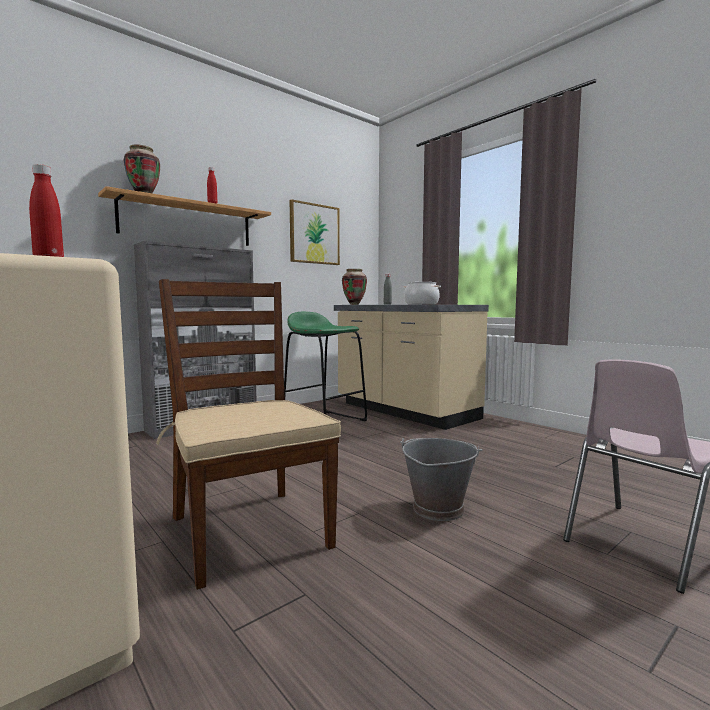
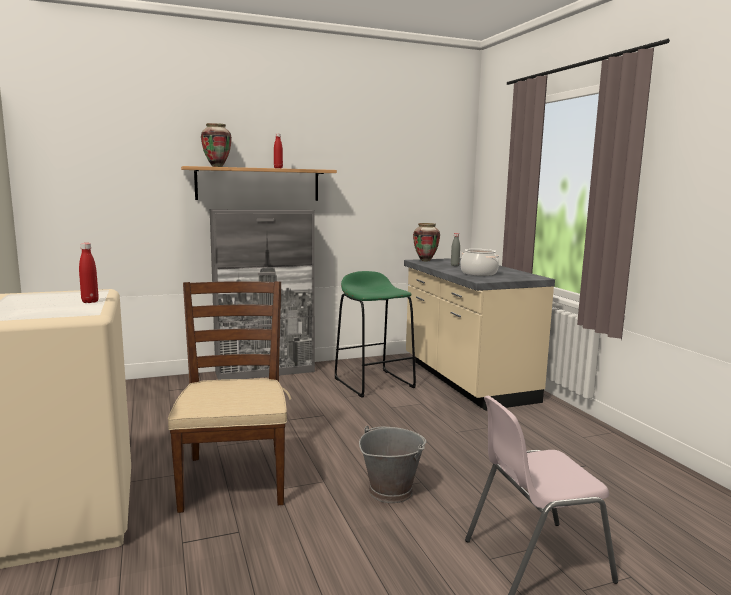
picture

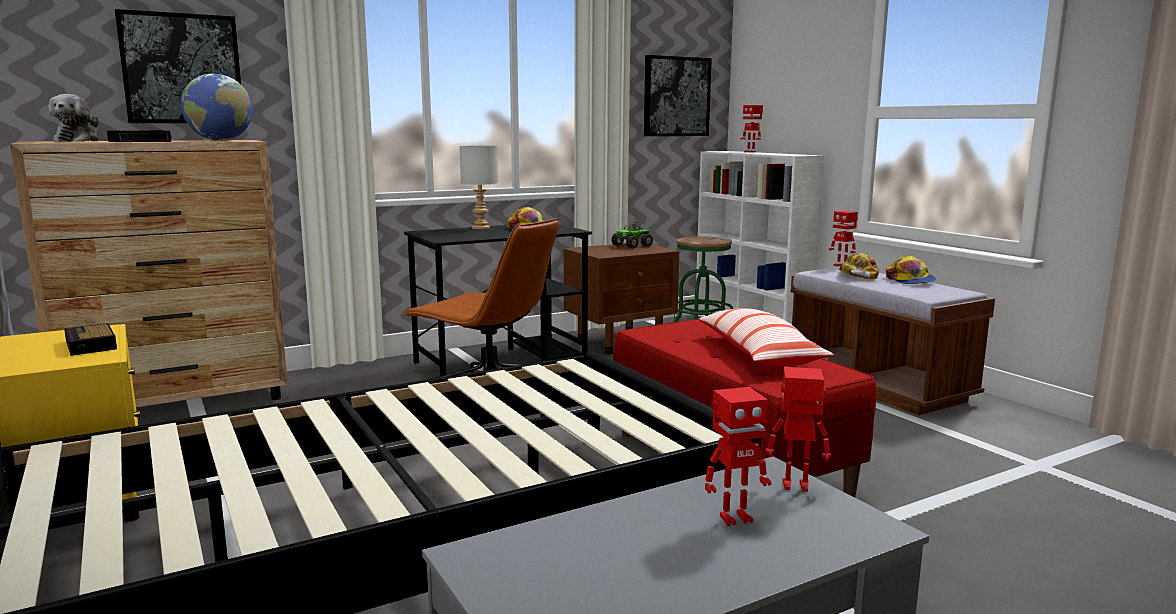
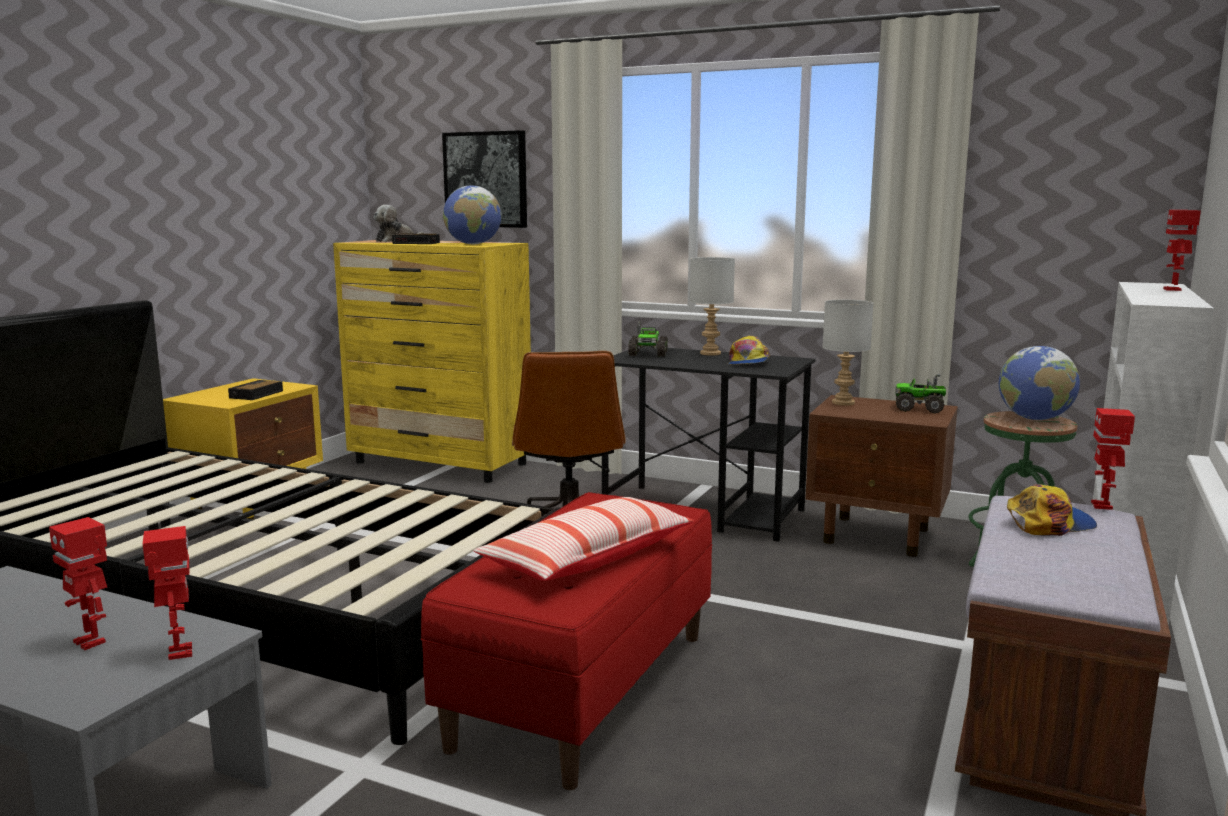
yellow dresser
picture (2nd from left in the first image)
cap (3rd from left in the first image)
toy truck (1st from left)
grey table lamp (2nd from left)
globe (2nd from left)

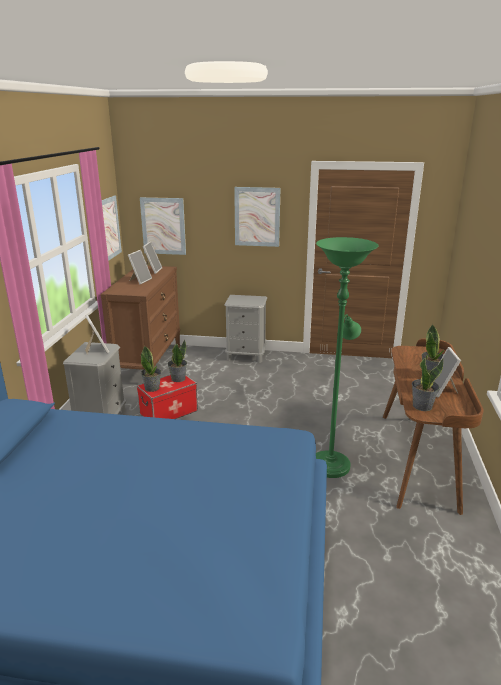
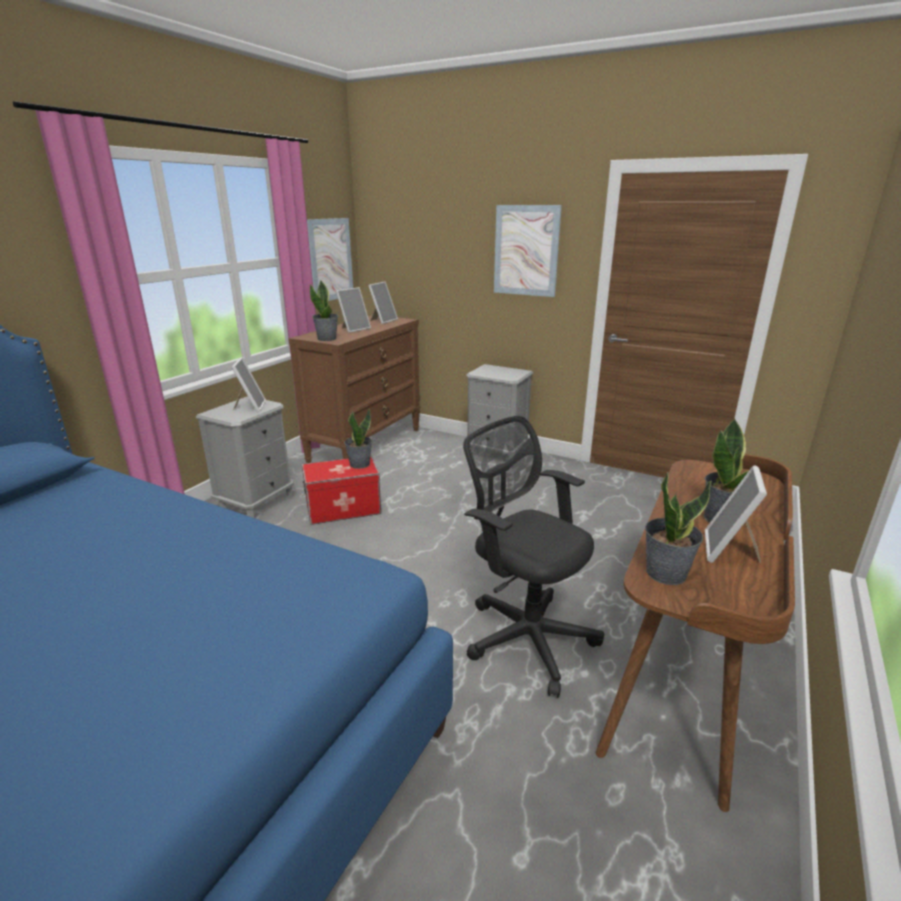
picture (2nd from left in the first image)
potted plant (1st from left)
black office chair

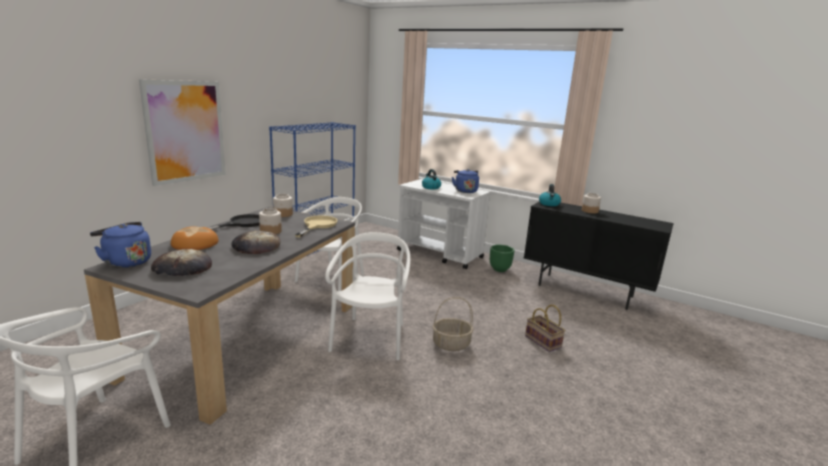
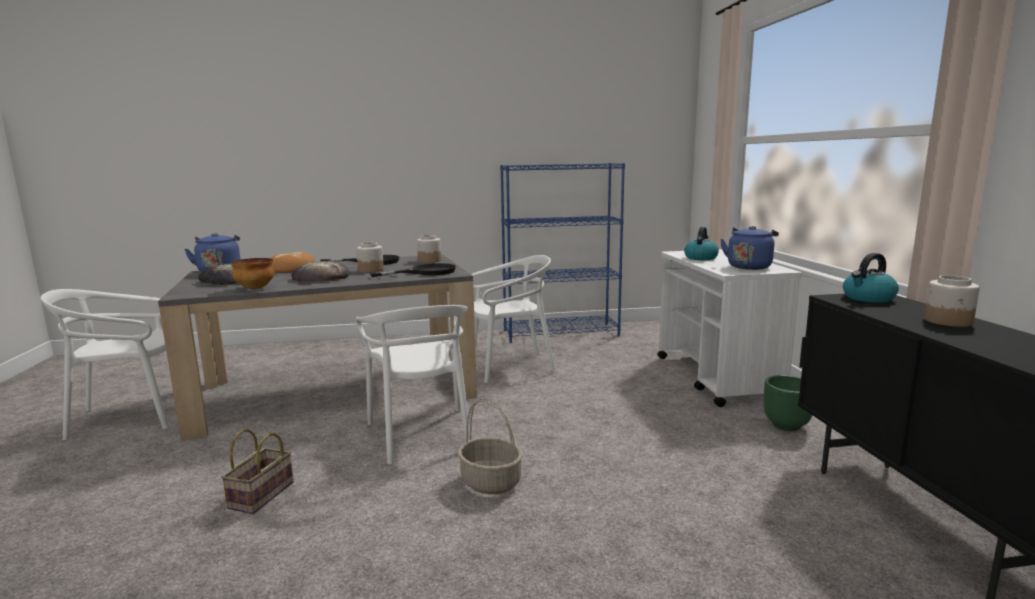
picture
black frying pan (2nd from left)
white chair (2nd from left)
basket (1st from left)
bowl

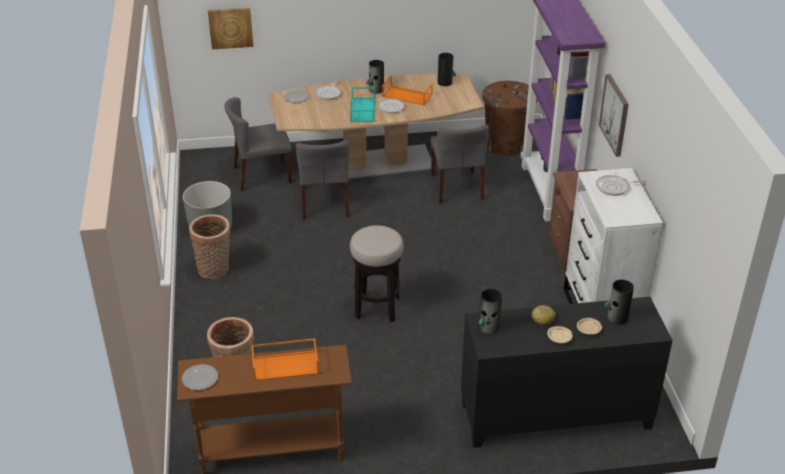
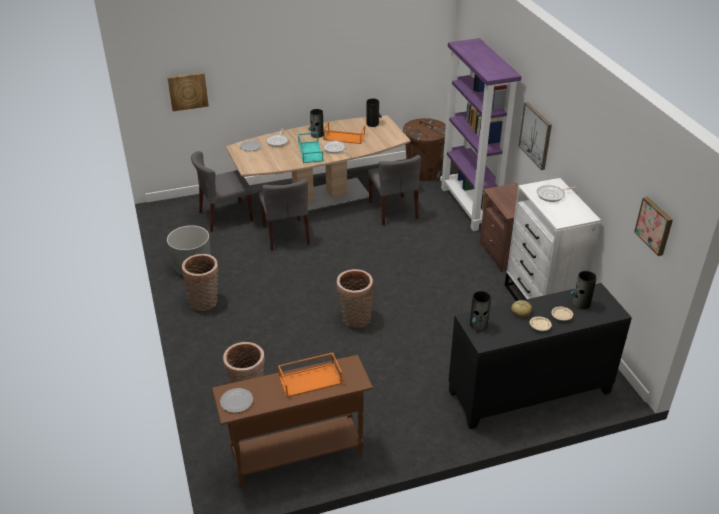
basket (3rd from left)
picture (3rd from left)

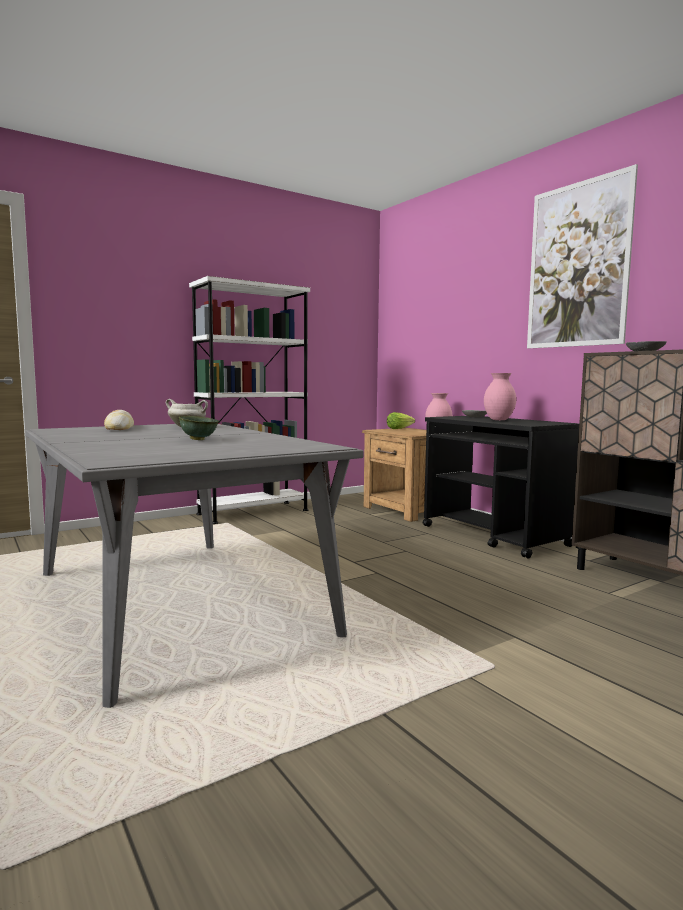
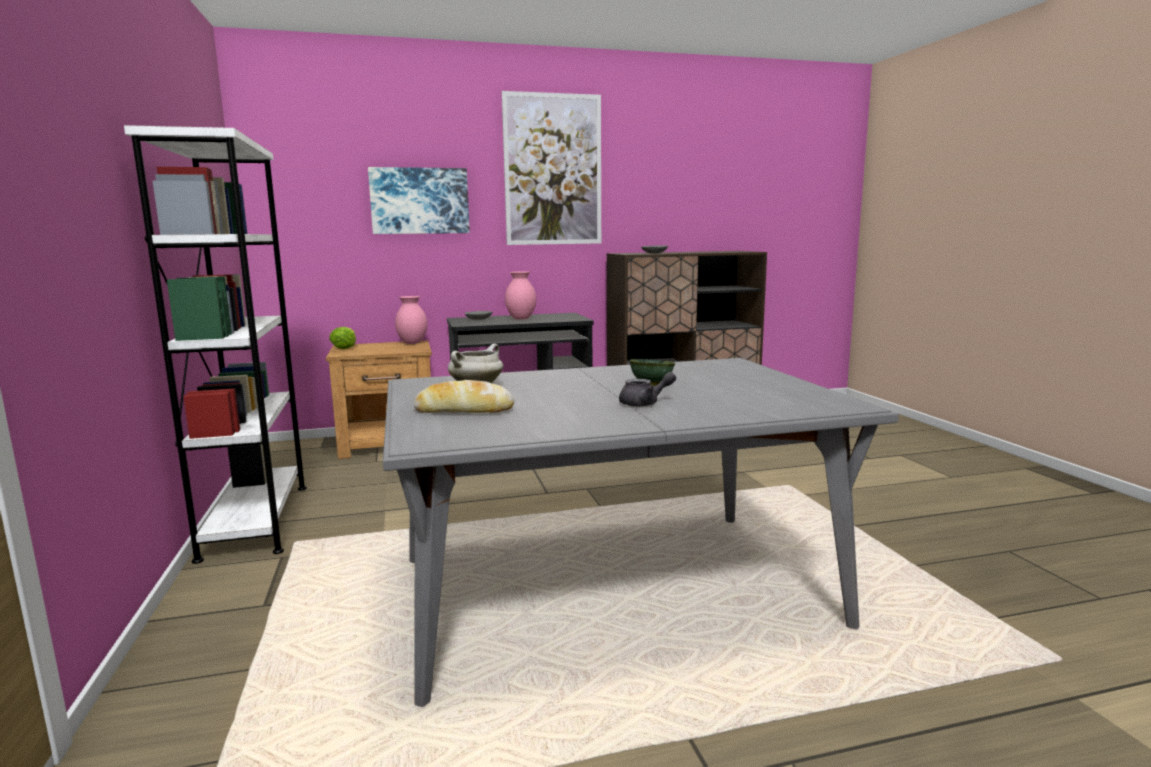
picture (1st from left)
grey teapot

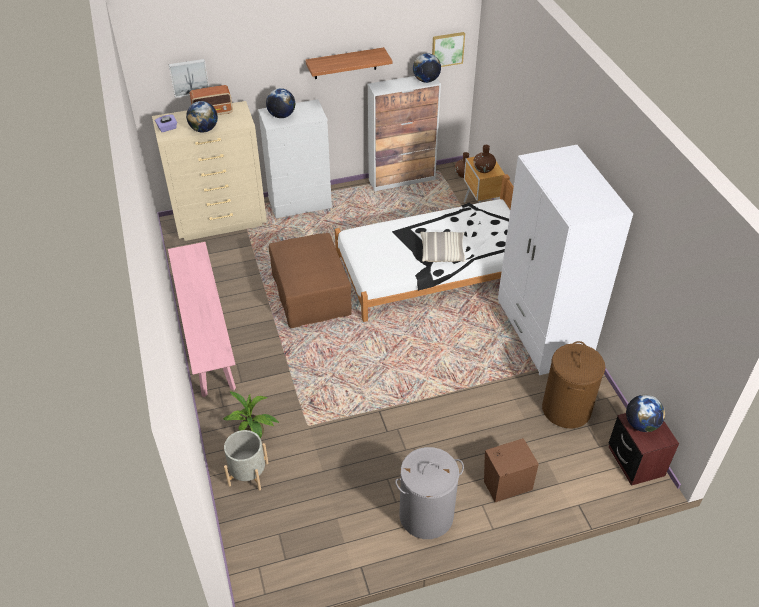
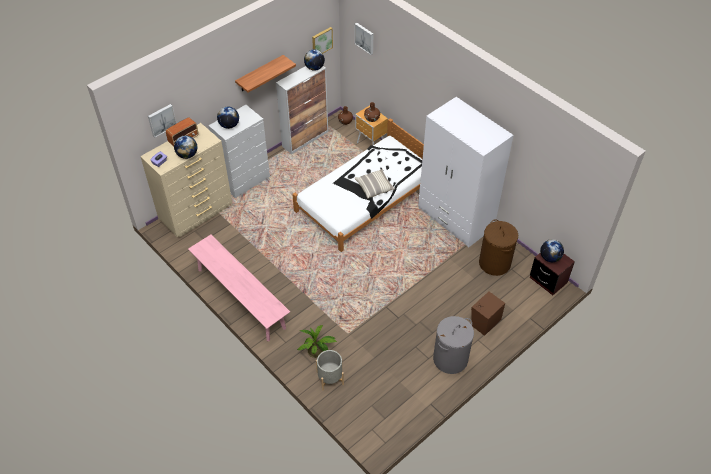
brown ottoman
picture (3rd from left)

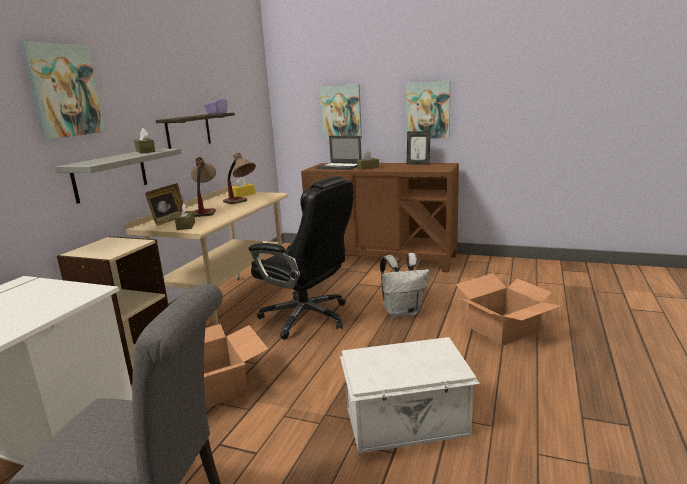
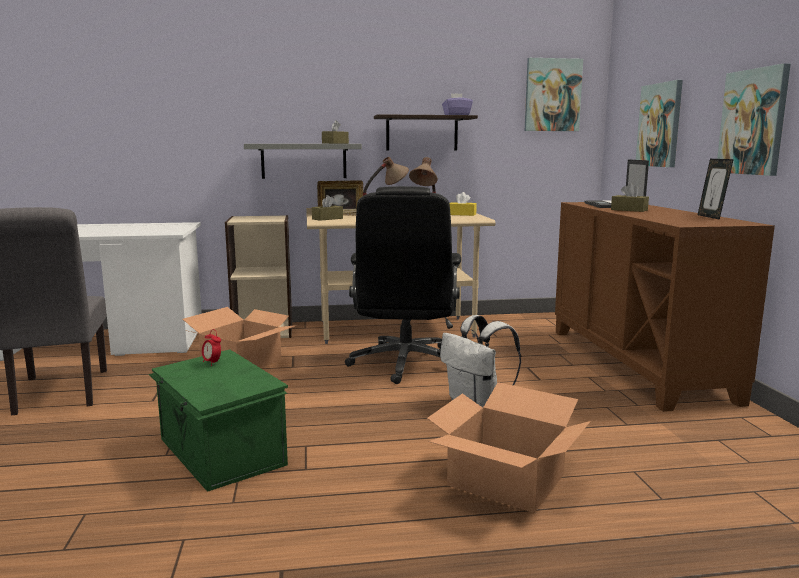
picture (1st from left)
green storage box
alarm clock

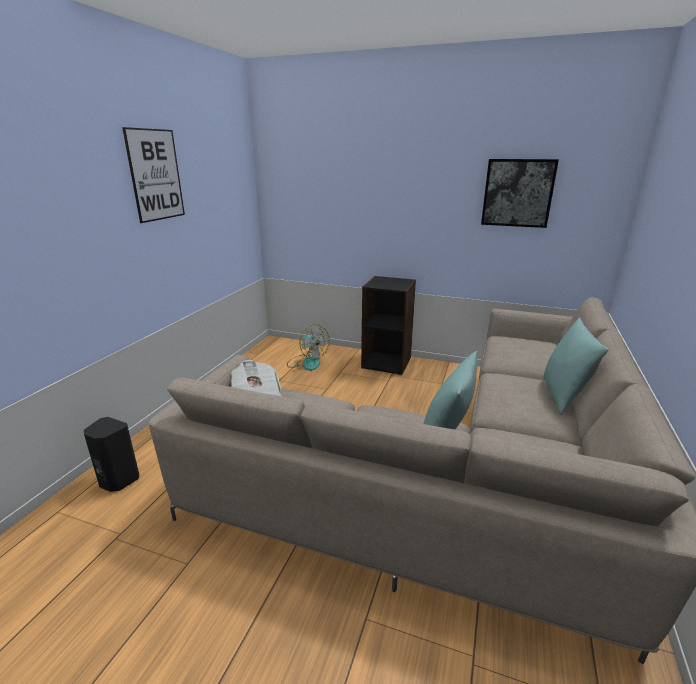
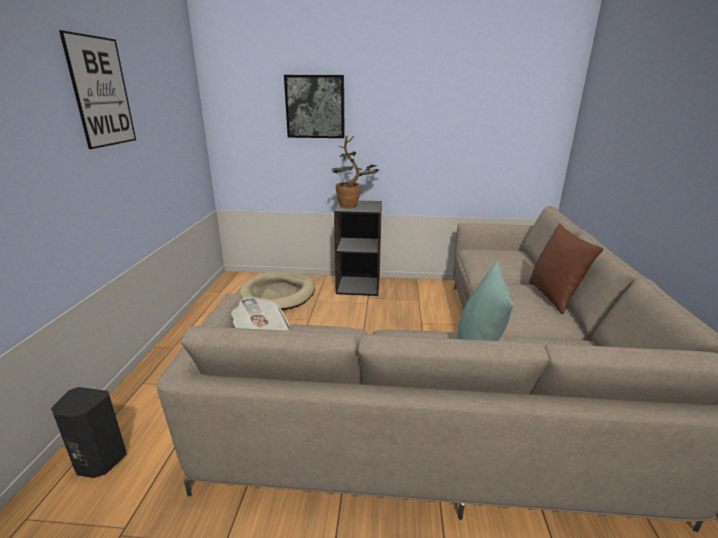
beige dog bed
picture (2nd from left)
brown pillow
potted plant

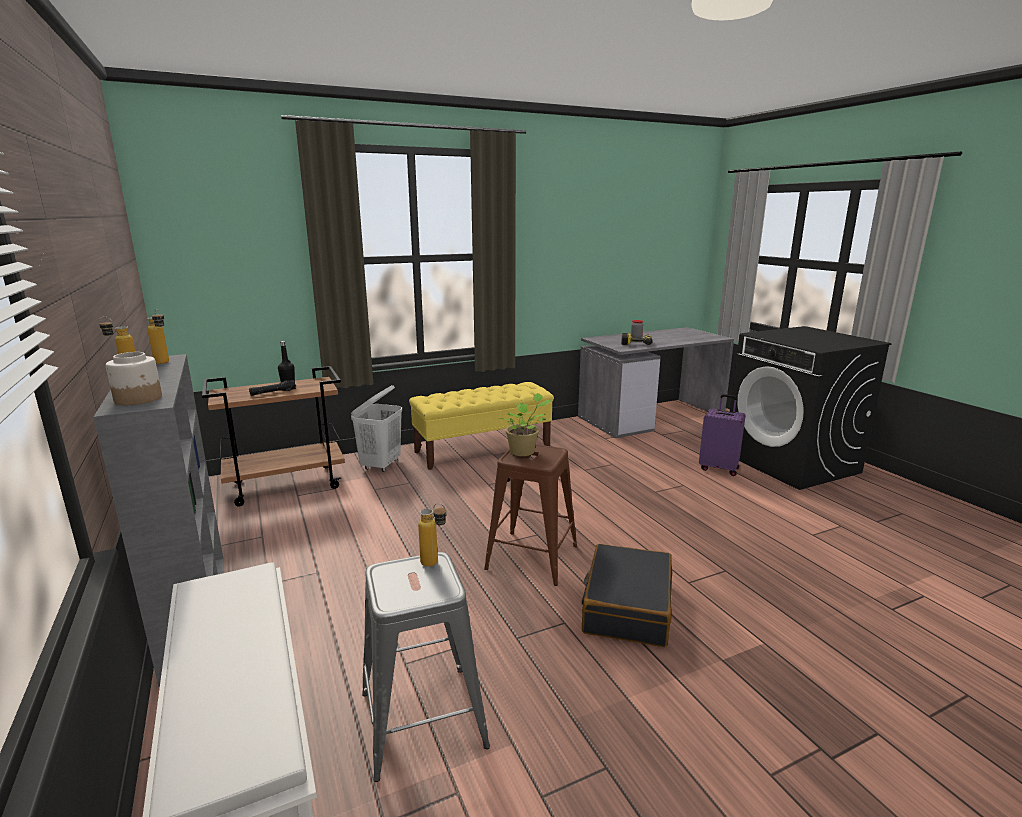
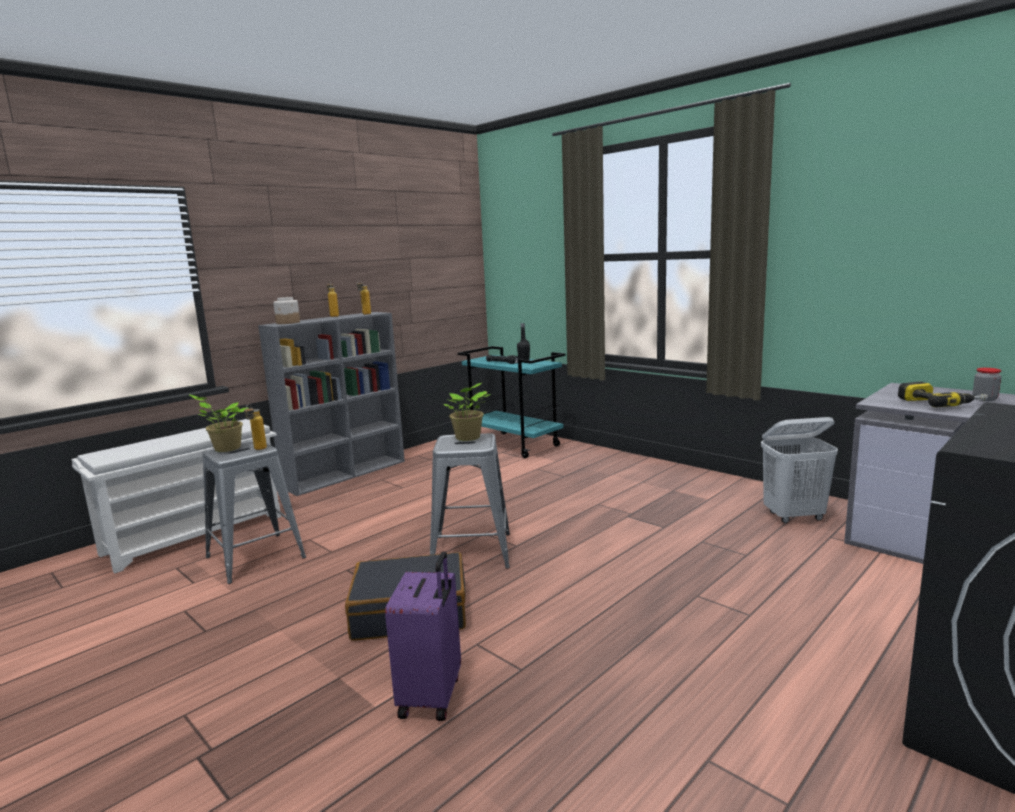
turquoise cart
white laundry basket
yellow bench
grey stool (2nd from left)
purple suitcase
potted plant (1st from left)

